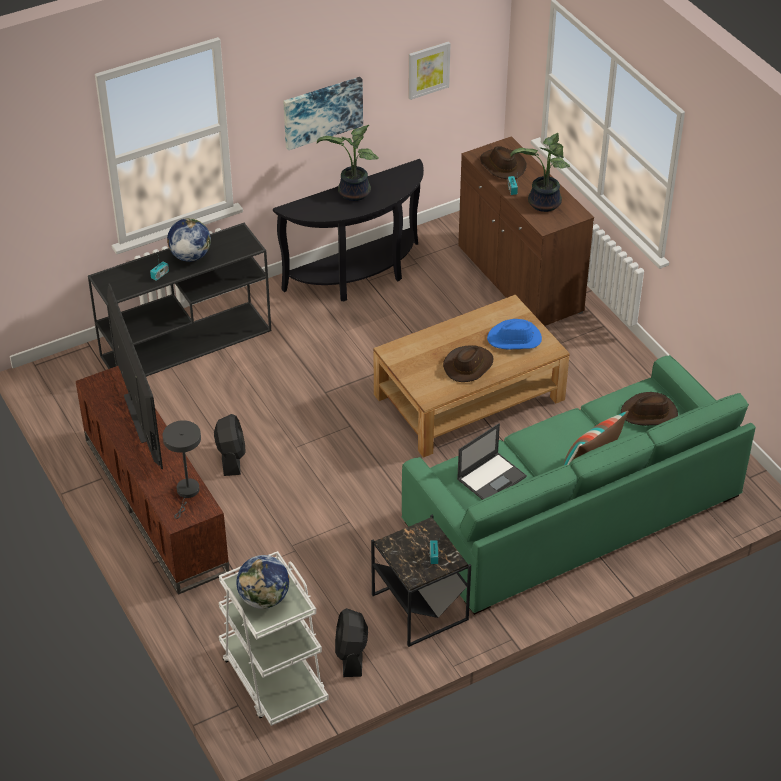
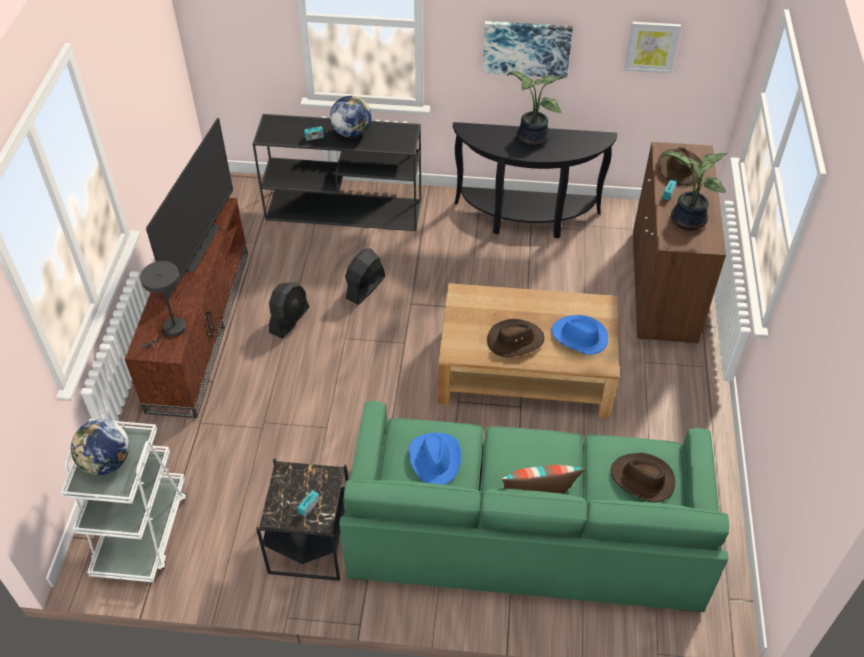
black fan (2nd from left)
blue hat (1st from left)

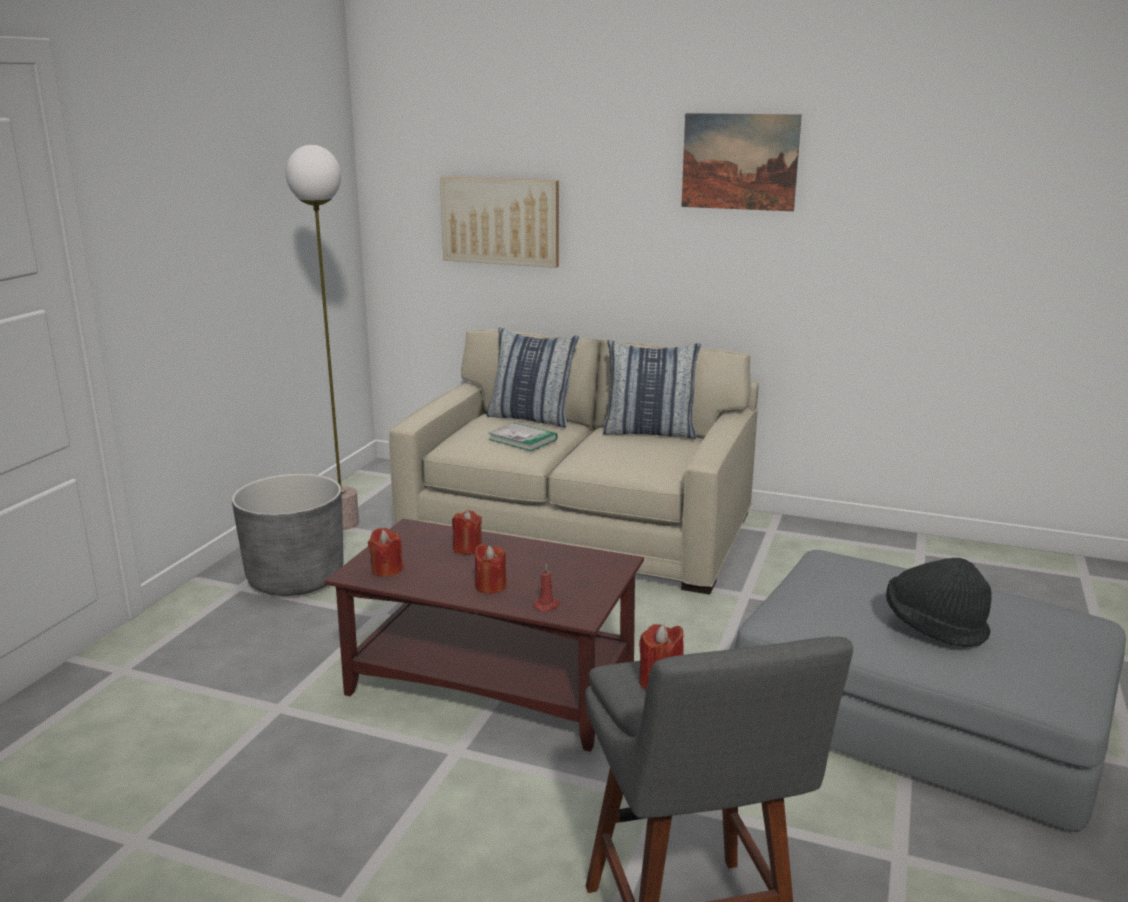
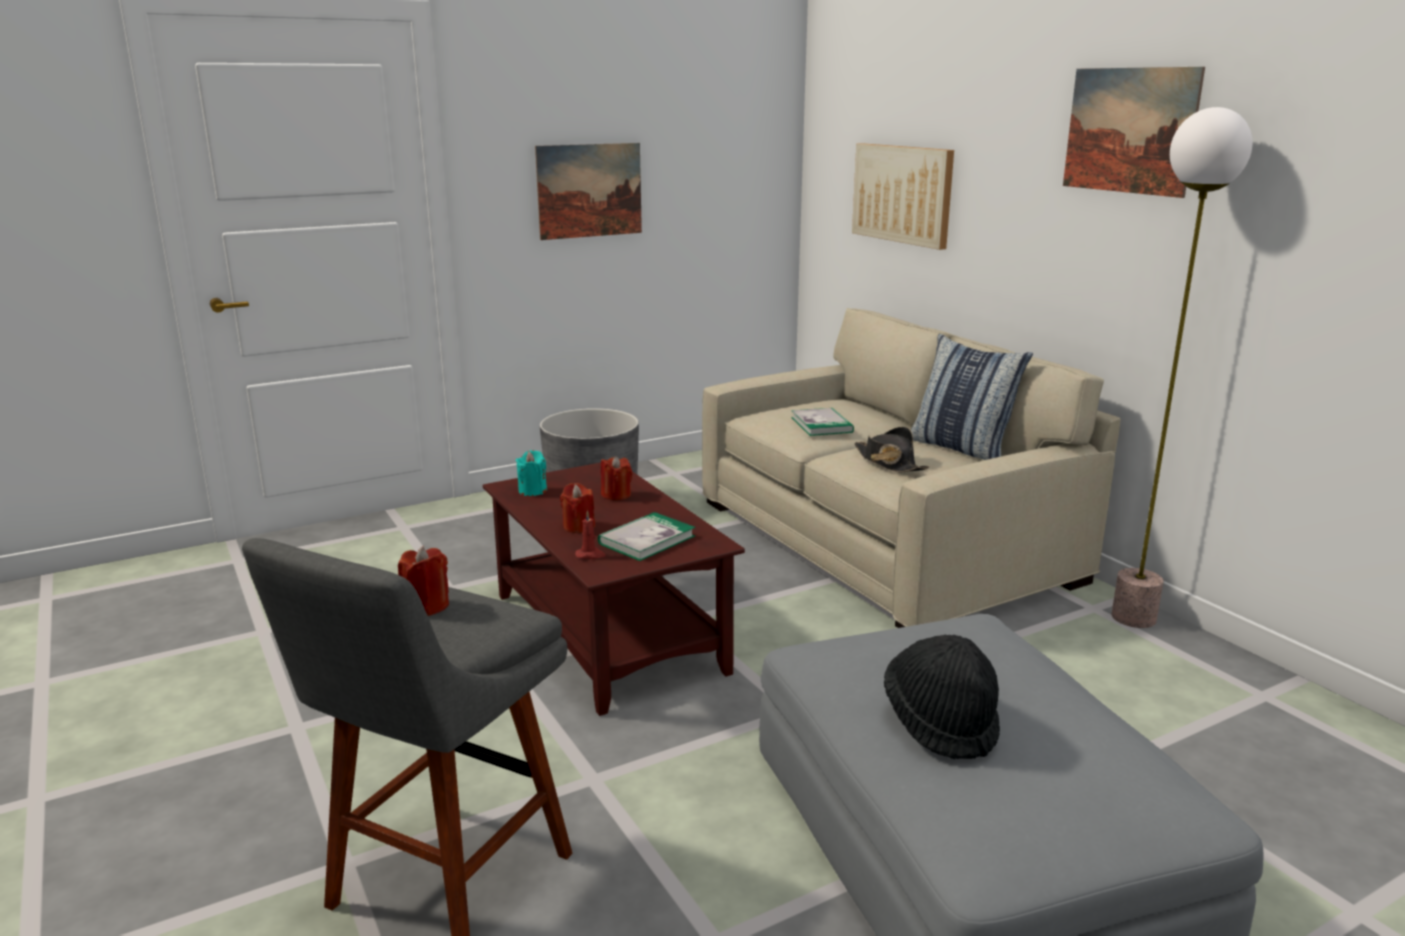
floor lamp
turquoise candle
pillow (1st from left in the first image)
picture (1st from left)
book (1st from left)
black hat (1st from left)

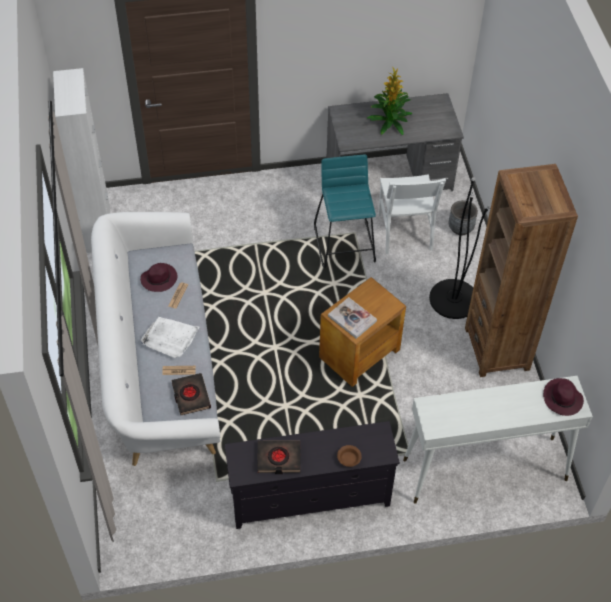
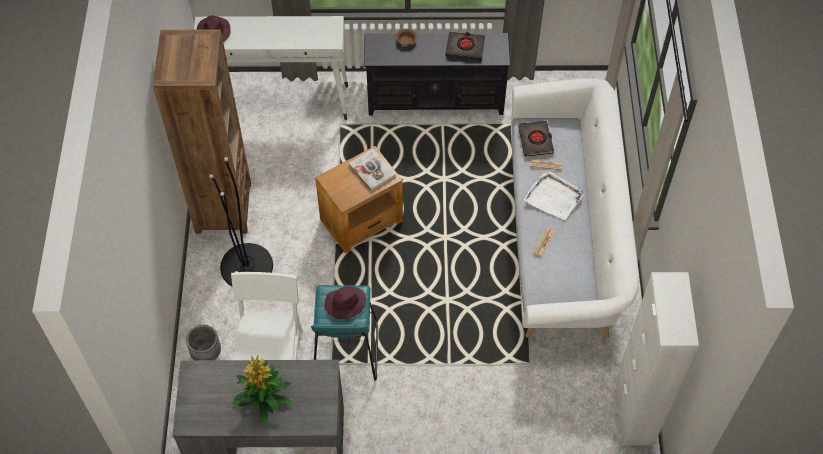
purple hat (2nd from left)

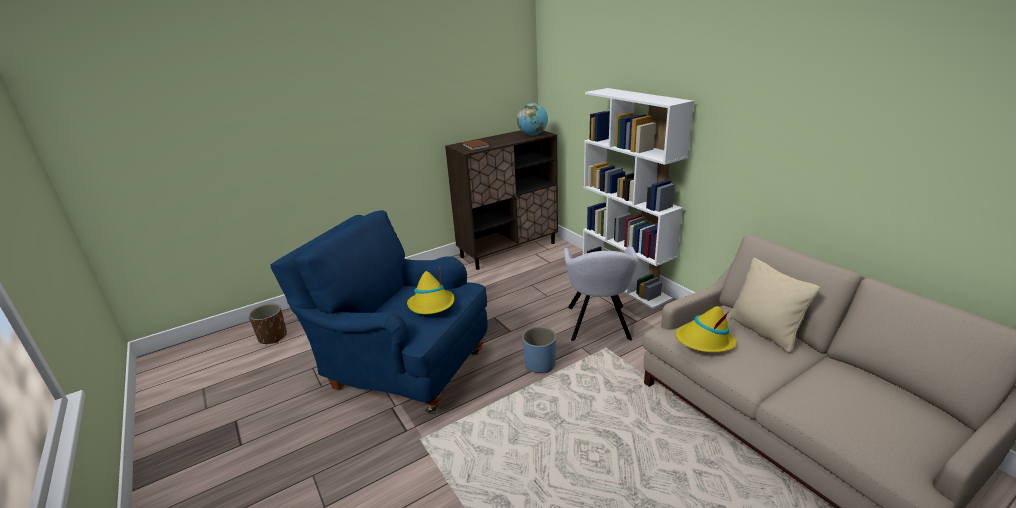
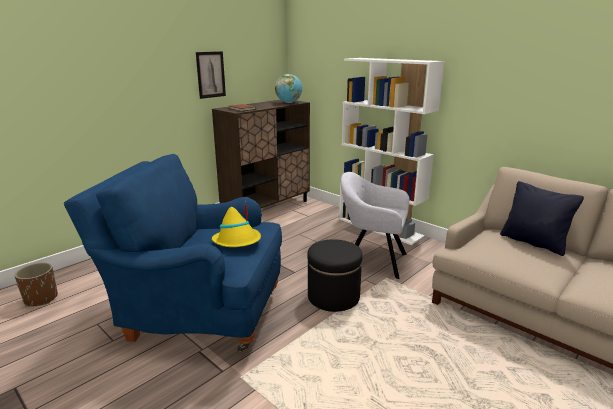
black ottoman
grey armchair
yellow hat (2nd from left in the first image)
black pillow
picture

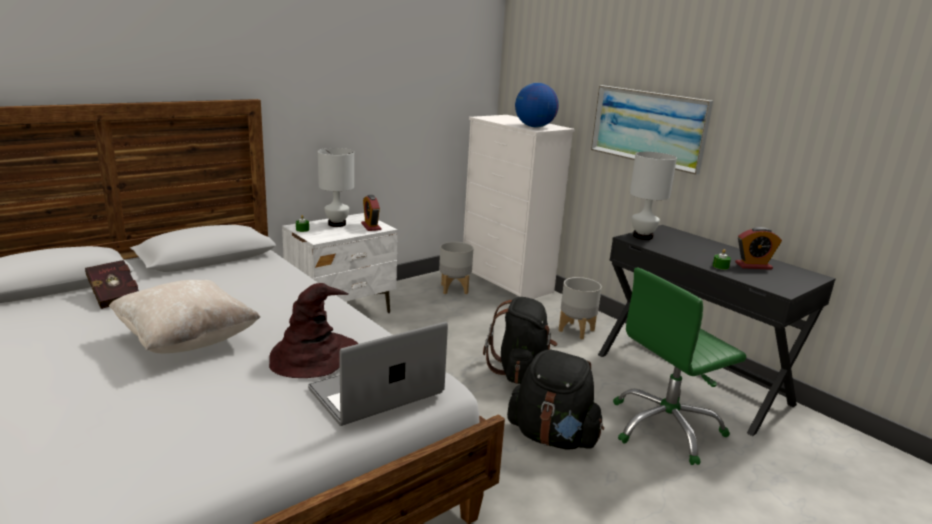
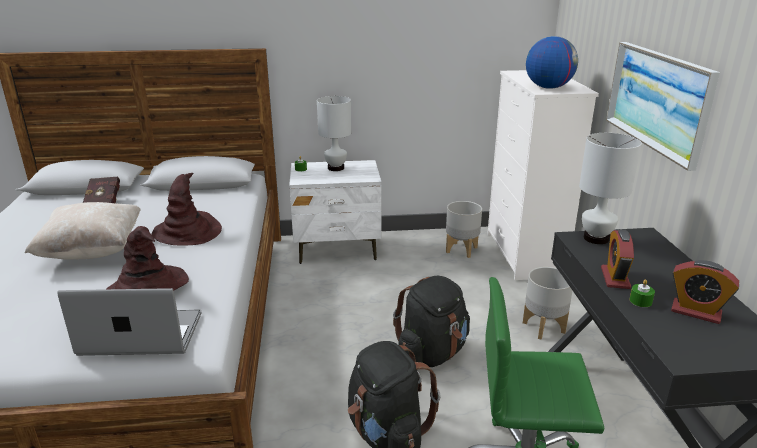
alarm clock (1st from left)
brown hat (2nd from left)

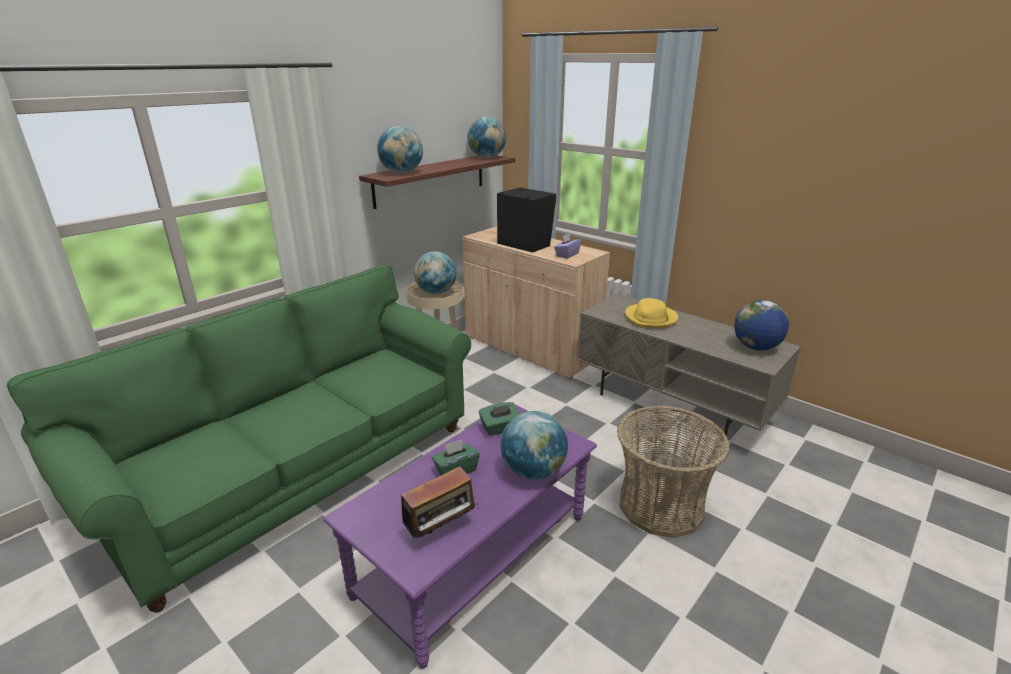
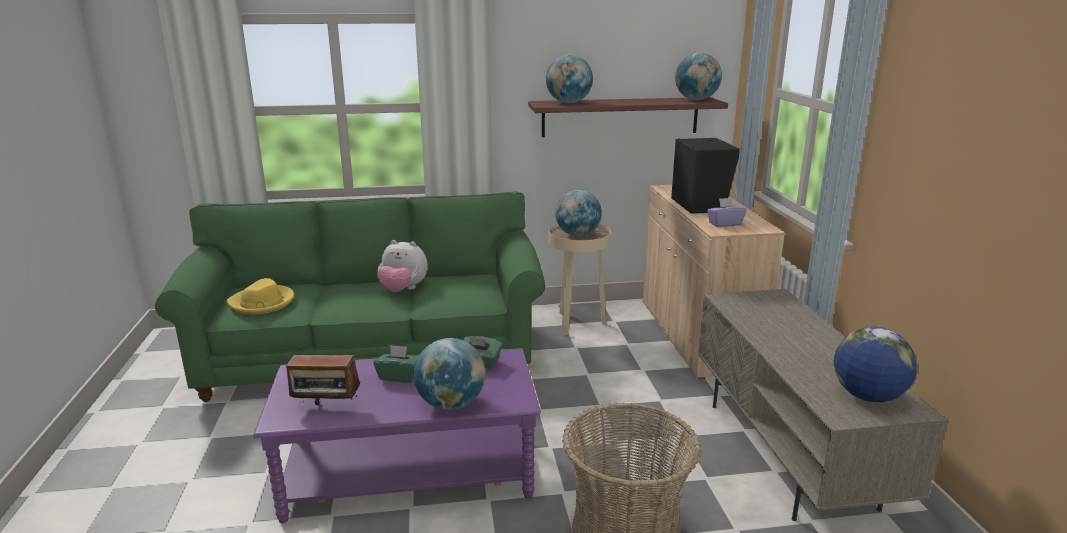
yellow hat
plush toy

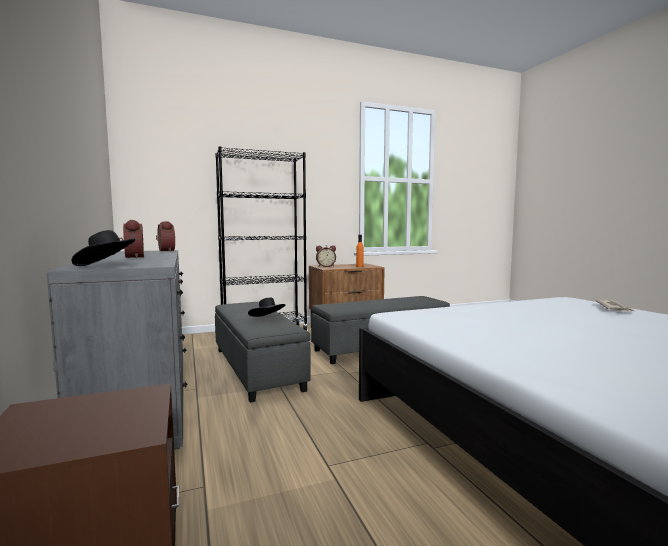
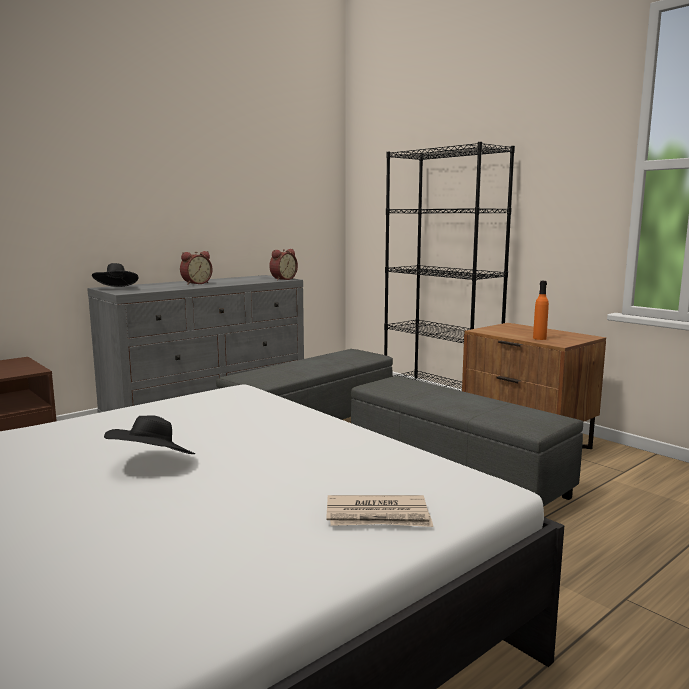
black hat (2nd from left)
alarm clock (3rd from left in the first image)

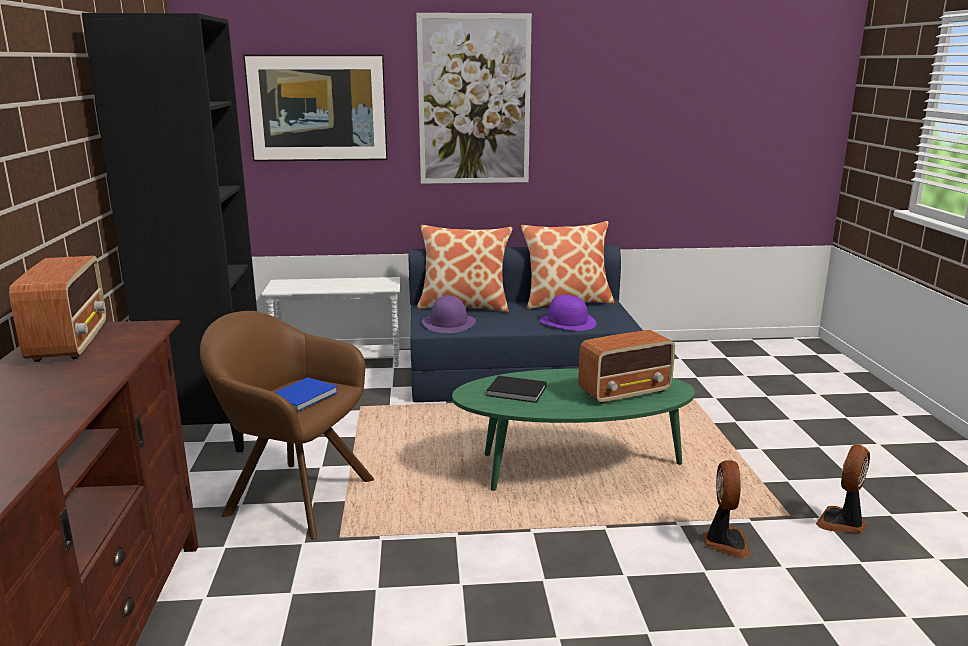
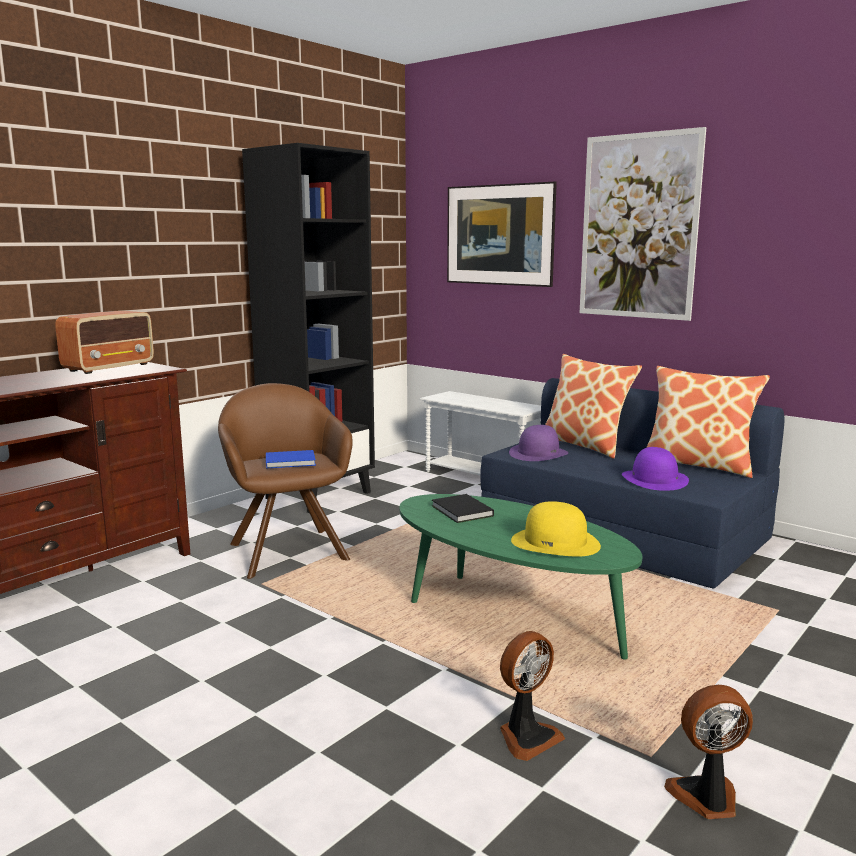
yellow hat

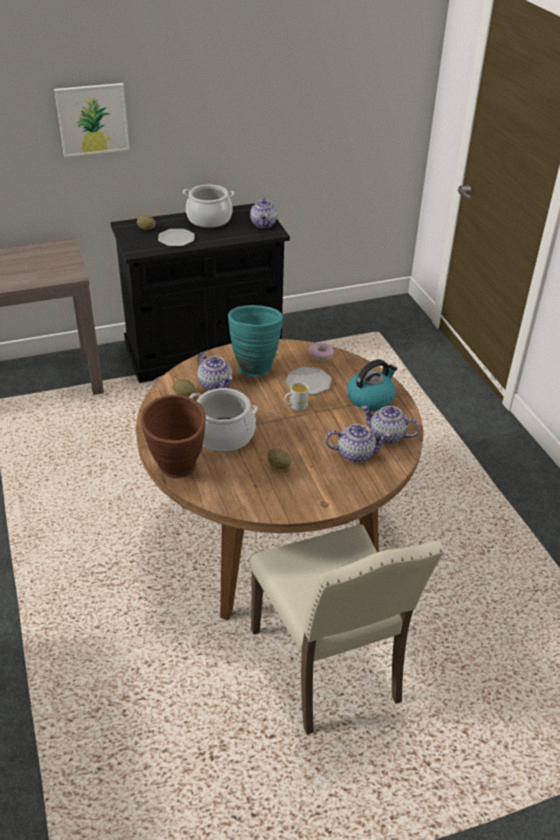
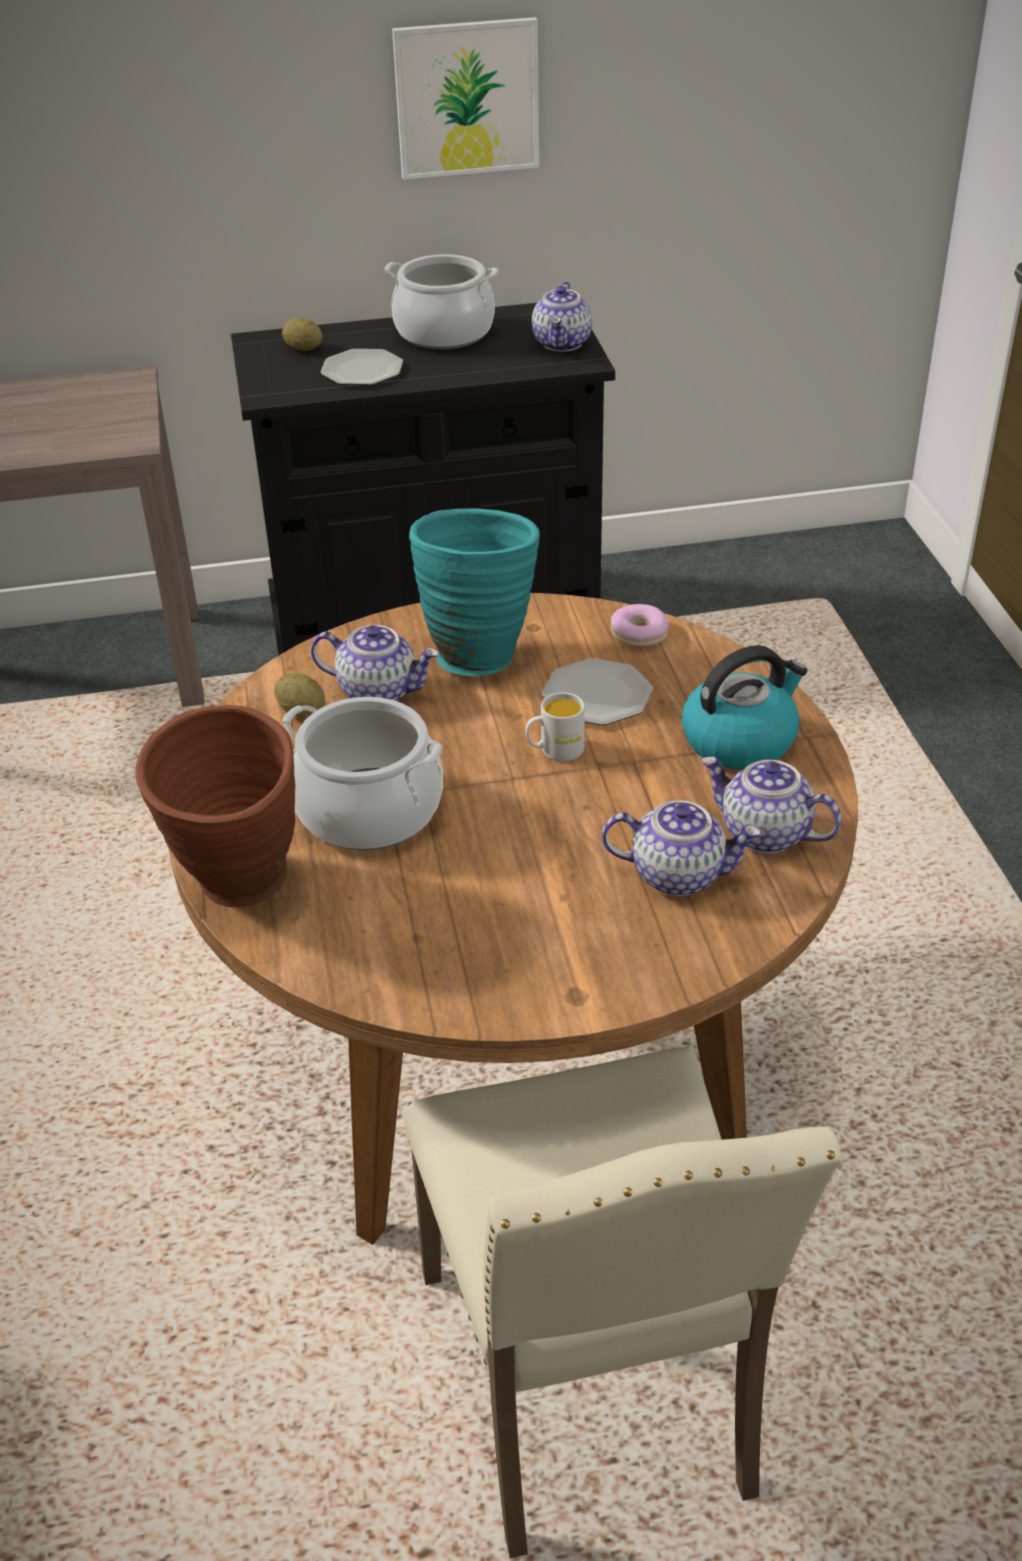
picture
teapot (1st from left)
potato (3rd from left in the first image)

